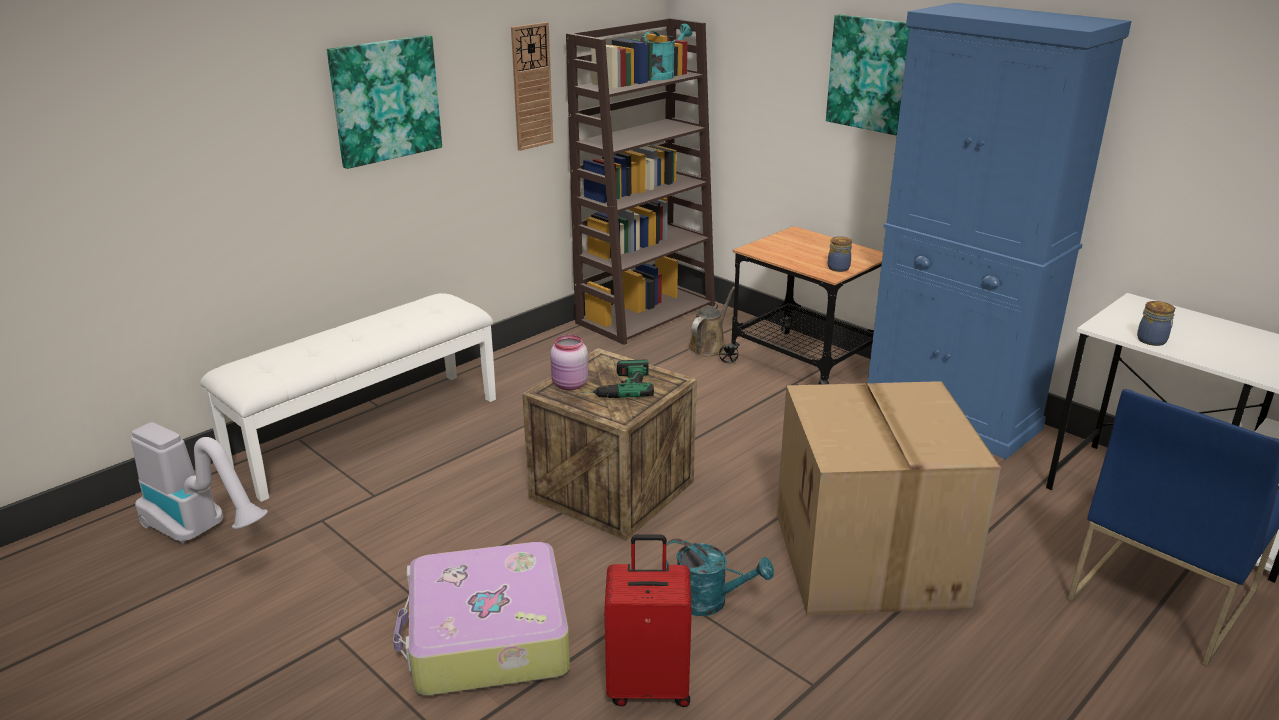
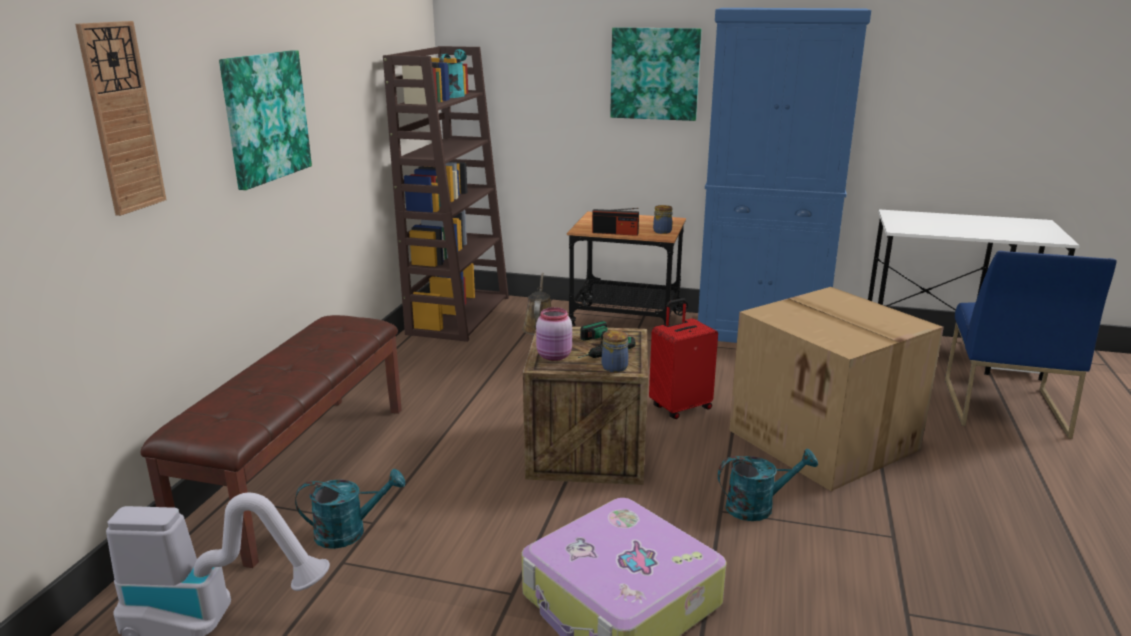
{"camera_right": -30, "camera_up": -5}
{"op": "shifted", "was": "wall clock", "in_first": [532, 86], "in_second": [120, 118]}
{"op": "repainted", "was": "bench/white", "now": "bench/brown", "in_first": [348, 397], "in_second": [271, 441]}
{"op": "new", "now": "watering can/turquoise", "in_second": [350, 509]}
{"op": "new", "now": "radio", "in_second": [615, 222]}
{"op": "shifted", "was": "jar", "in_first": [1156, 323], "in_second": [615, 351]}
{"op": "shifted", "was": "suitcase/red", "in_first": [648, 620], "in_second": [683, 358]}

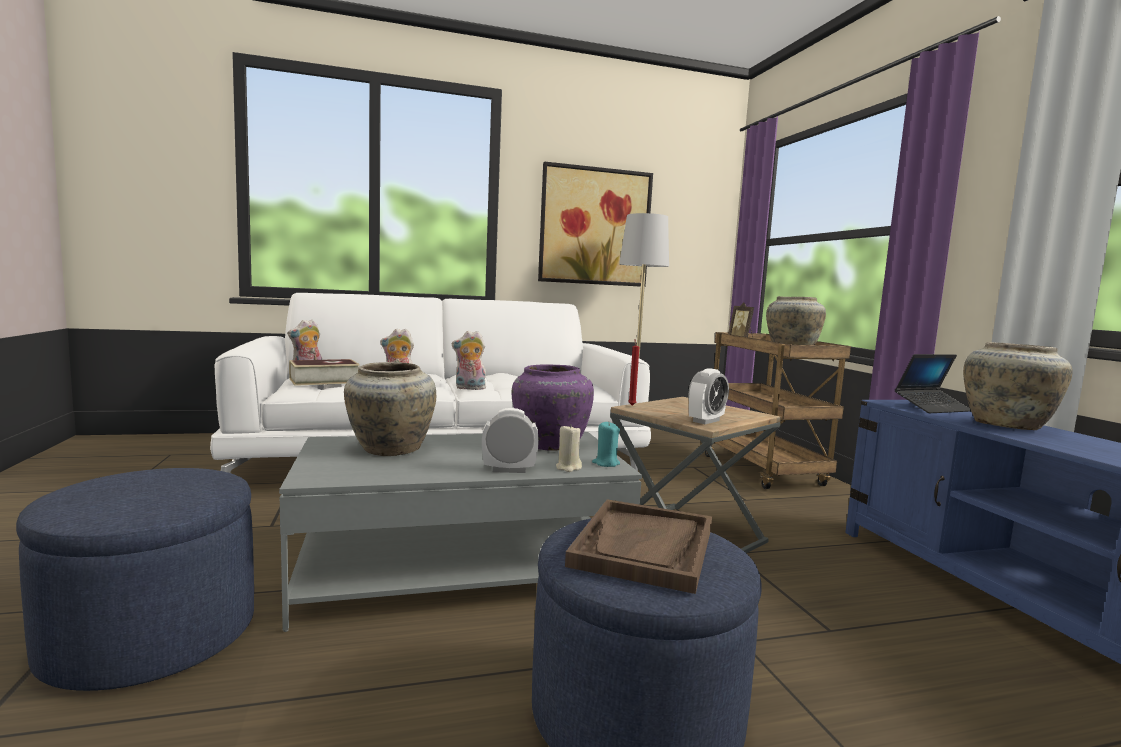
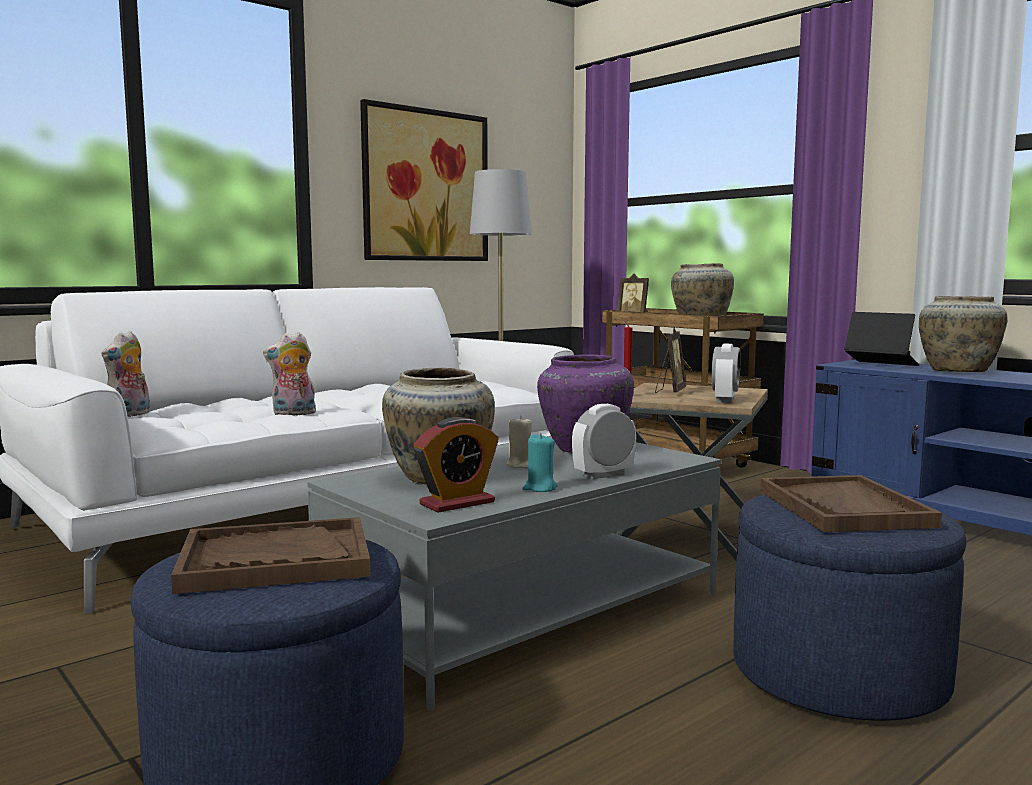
{"camera_right": -25, "camera_up": 0}
{"op": "new", "now": "tray/brown", "in_second": [271, 555]}
{"op": "new", "now": "alarm clock", "in_second": [456, 465]}
{"op": "shifted", "was": "candle/beige", "in_first": [569, 448], "in_second": [519, 442]}
{"op": "shifted", "was": "candle/turquoise", "in_first": [606, 444], "in_second": [540, 462]}
{"op": "new", "now": "picture frame", "in_second": [670, 360]}
{"op": "rotated", "was": "laptop", "in_first": [933, 383], "in_second": [881, 339], "clockwise": -90}
{"op": "gone", "was": "book", "in_first": [324, 372]}
{"op": "gone", "was": "plush toy", "in_first": [469, 360]}

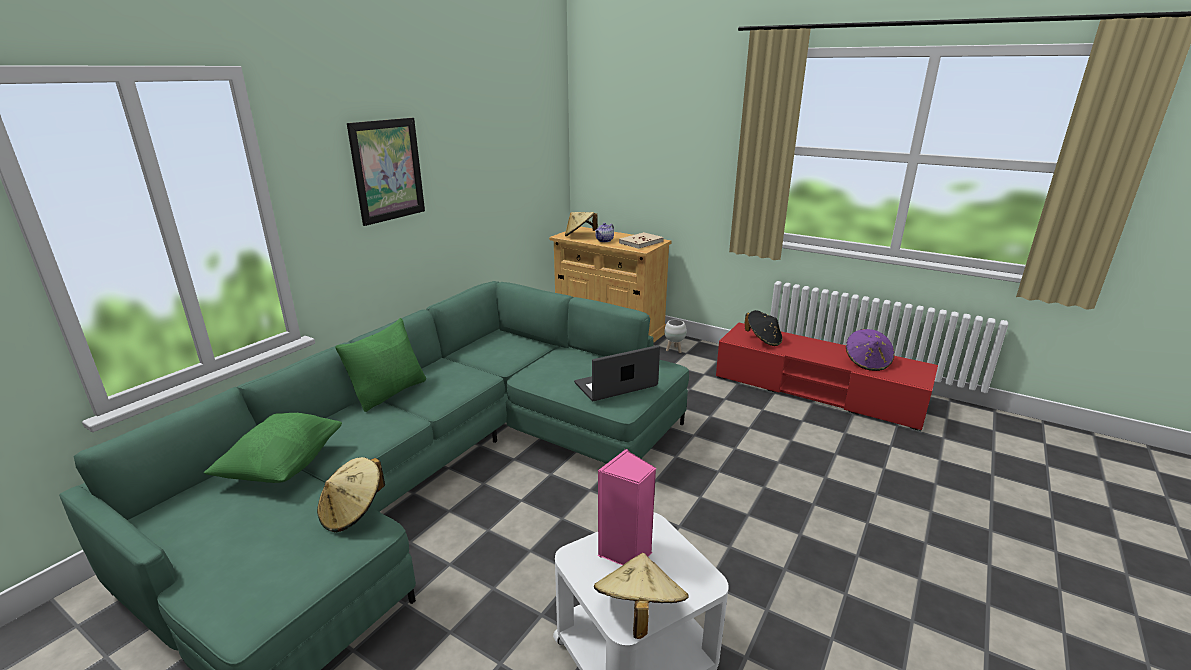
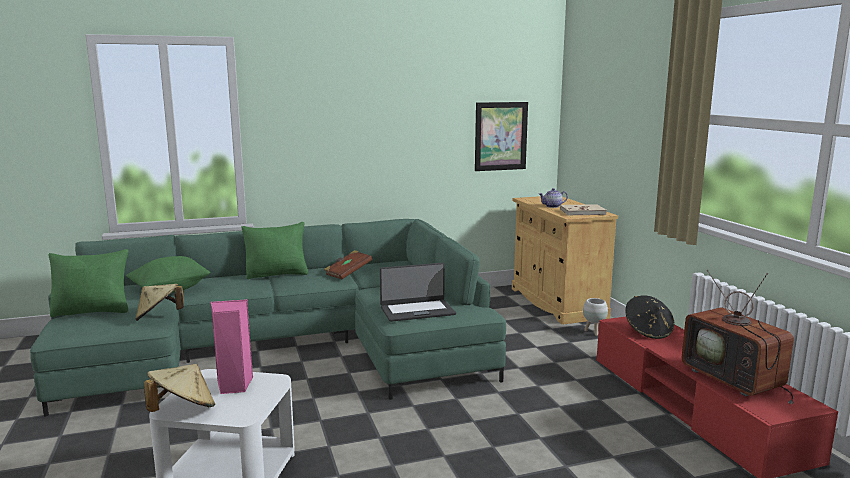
{"camera_right": 40, "camera_up": -10}
{"op": "new", "now": "pillow/green", "in_second": [89, 283]}
{"op": "new", "now": "book/brown", "in_second": [348, 265]}
{"op": "rotated", "was": "laptop", "in_first": [617, 373], "in_second": [418, 292], "clockwise": 150}
{"op": "shifted", "was": "picture", "in_first": [386, 172], "in_second": [501, 136]}
{"op": "swapped", "was": "hat/purple", "now": "television", "in_first": [870, 350], "in_second": [738, 337]}
{"op": "gone", "was": "hat/beige", "in_first": [581, 224]}

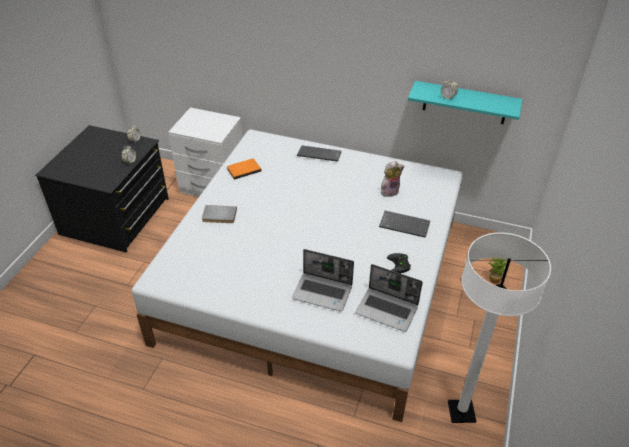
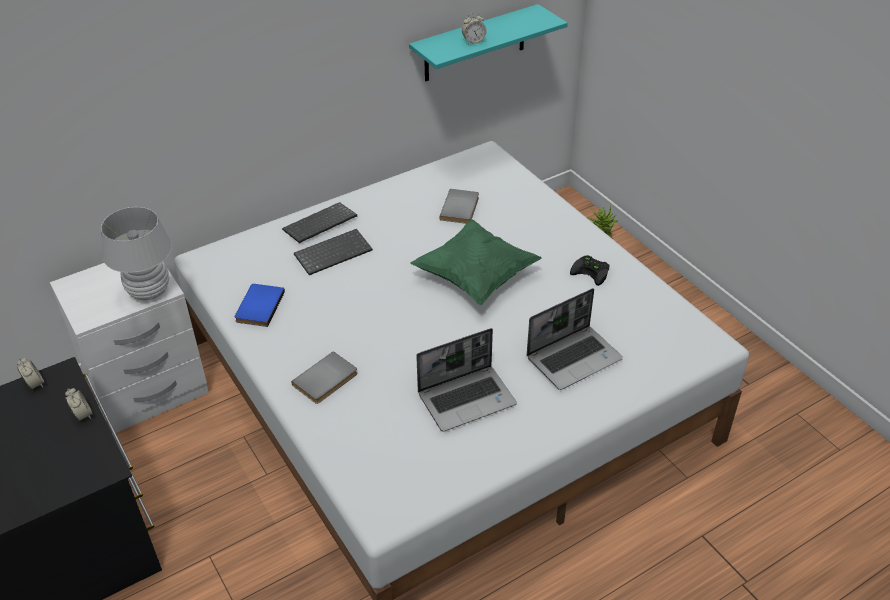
{"camera_right": -50, "camera_up": 0}
{"op": "new", "now": "table lamp/white", "in_second": [136, 253]}
{"op": "repainted", "was": "book/orange", "now": "book/blue", "in_first": [244, 169], "in_second": [260, 305]}
{"op": "shifted", "was": "keyboard", "in_first": [404, 224], "in_second": [333, 252]}
{"op": "new", "now": "pillow/green", "in_second": [476, 262]}
{"op": "shifted", "was": "laptop", "in_first": [389, 298], "in_second": [466, 380]}
{"op": "swapped", "was": "plush toy", "now": "book/grey", "in_first": [392, 179], "in_second": [459, 206]}
{"op": "gone", "was": "floor lamp/white", "in_first": [499, 327]}

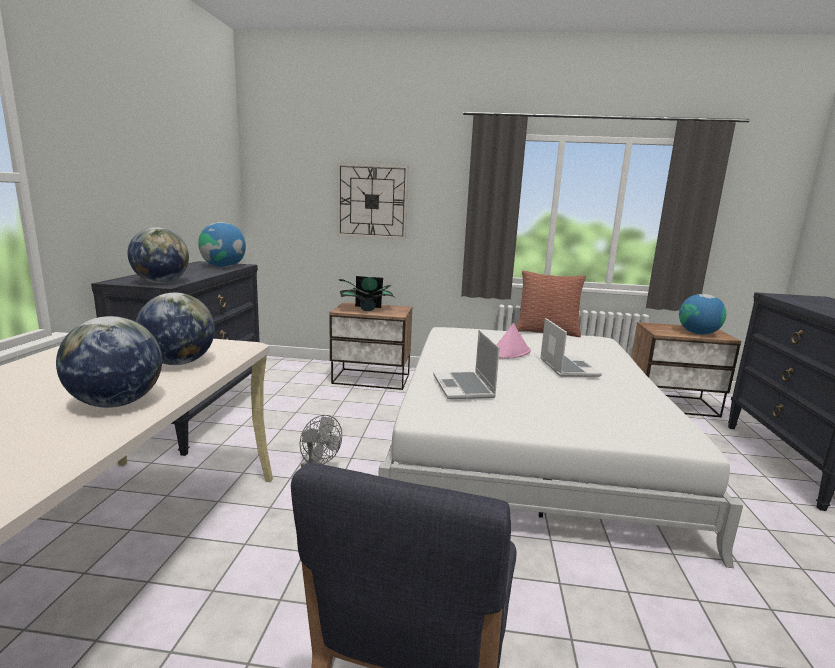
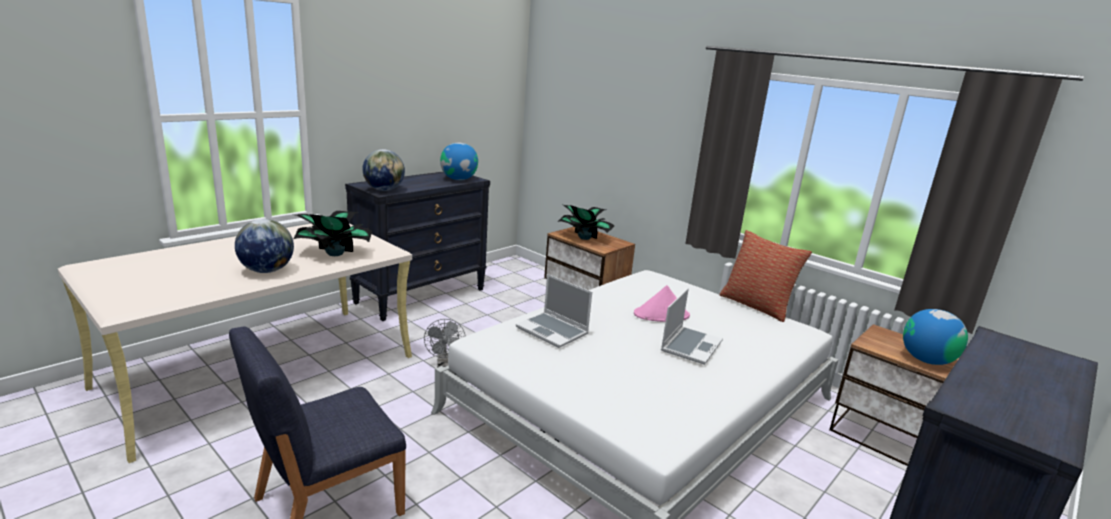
{"camera_right": 35, "camera_up": 5}
{"op": "swapped", "was": "globe", "now": "potted plant", "in_first": [175, 329], "in_second": [332, 233]}
{"op": "rotated", "was": "laptop", "in_first": [466, 364], "in_second": [554, 311], "clockwise": -75}
{"op": "gone", "was": "wall clock", "in_first": [372, 201]}

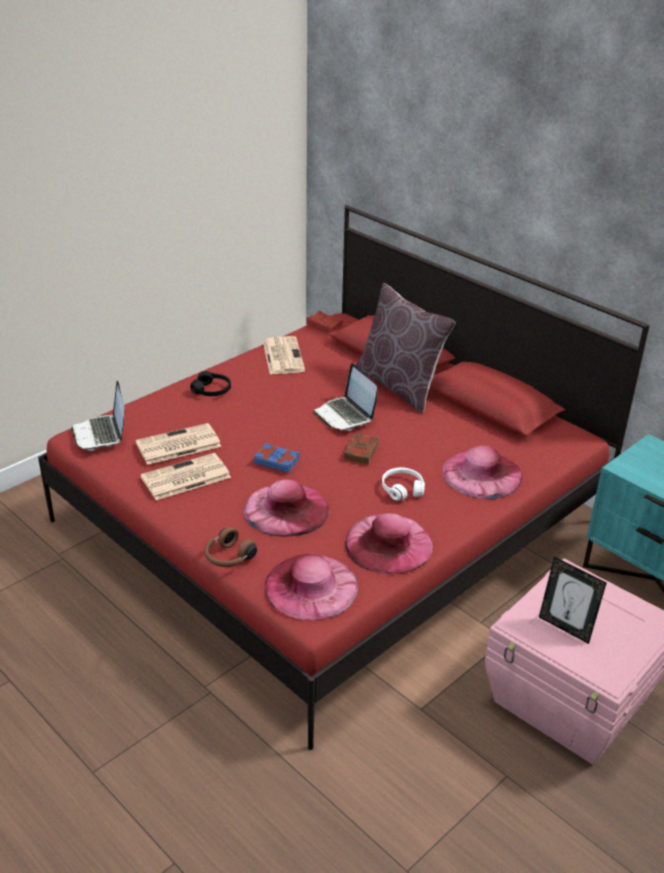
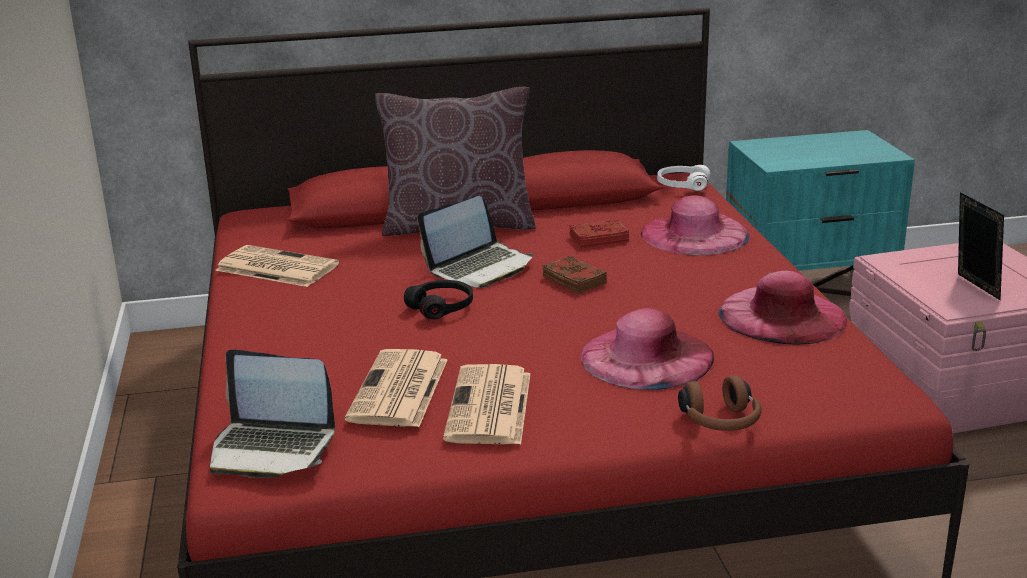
{"camera_right": -55, "camera_up": -10}
{"op": "shifted", "was": "headphones/black", "in_first": [210, 383], "in_second": [438, 299]}
{"op": "rotated", "was": "laptop", "in_first": [345, 397], "in_second": [475, 242], "clockwise": -45}
{"op": "shifted", "was": "book/red", "in_first": [324, 322], "in_second": [599, 233]}
{"op": "shifted", "was": "headphones/white", "in_first": [403, 484], "in_second": [683, 178]}
{"op": "rotated", "was": "picture frame", "in_first": [573, 600], "in_second": [981, 246], "clockwise": -90}
{"op": "gone", "was": "book/blue", "in_first": [276, 457]}
{"op": "gone", "was": "hat/pink", "in_first": [311, 587]}

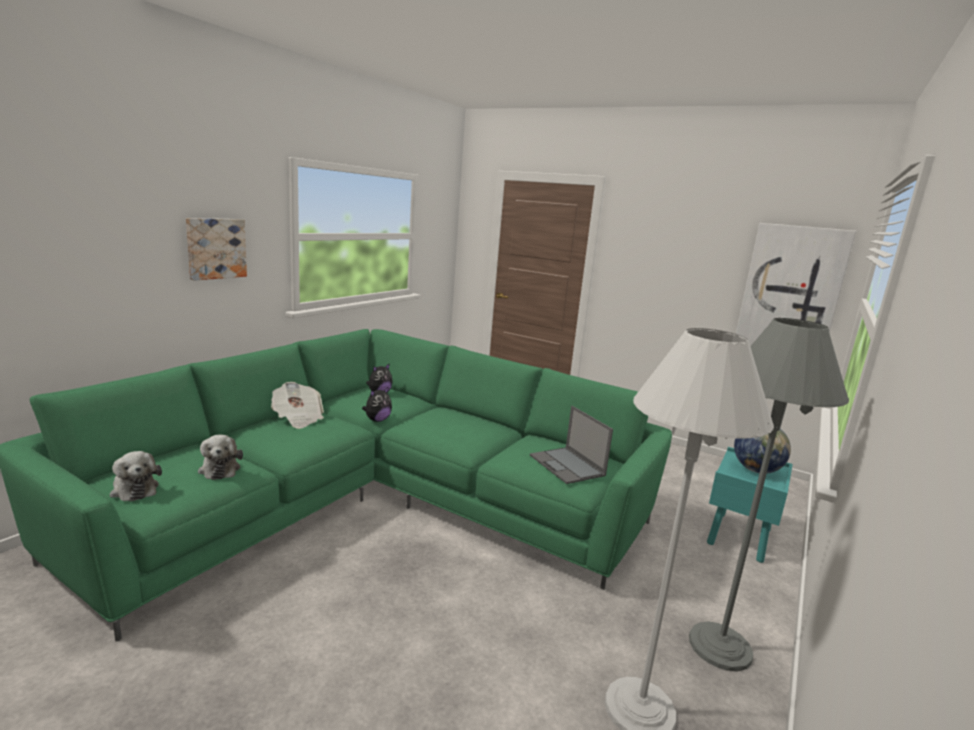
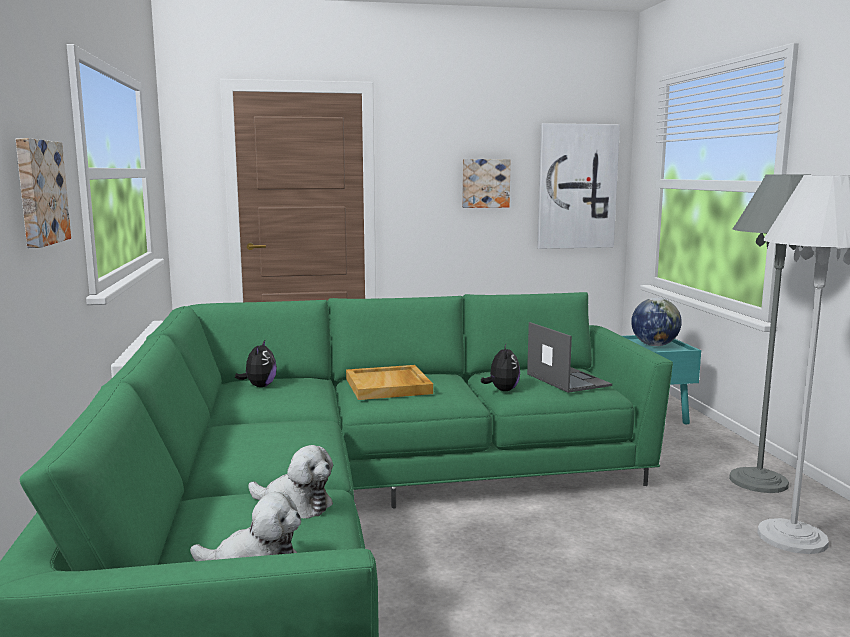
{"camera_right": -40, "camera_up": -5}
{"op": "new", "now": "tray/beige", "in_second": [389, 382]}
{"op": "new", "now": "picture", "in_second": [486, 183]}
{"op": "shifted", "was": "plush toy", "in_first": [377, 404], "in_second": [500, 367]}
{"op": "rotated", "was": "laptop", "in_first": [571, 445], "in_second": [569, 357], "clockwise": -135}
{"op": "gone", "was": "newspaper", "in_first": [297, 405]}

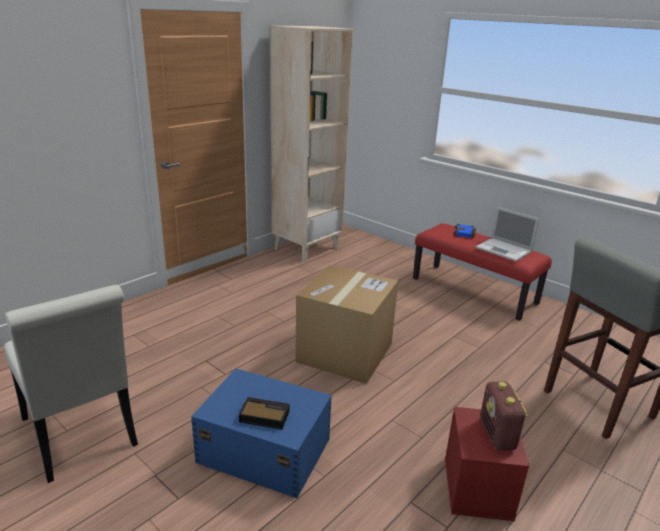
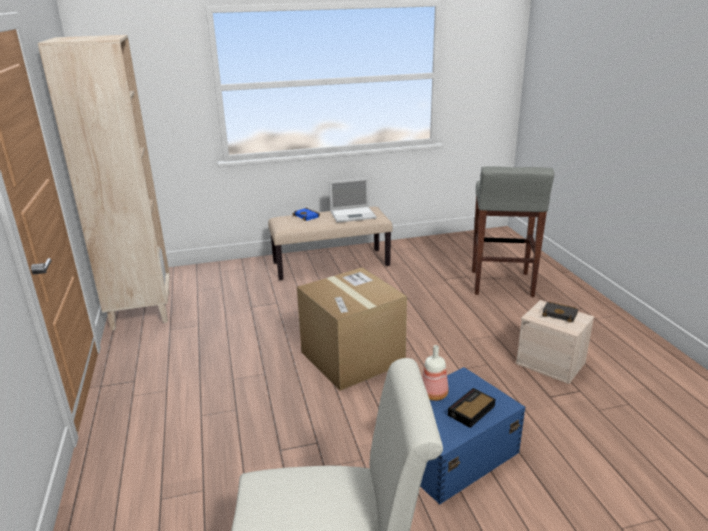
{"camera_right": -55, "camera_up": 0}
{"op": "repainted", "was": "bench/red", "now": "bench/beige", "in_first": [482, 272], "in_second": [330, 243]}
{"op": "new", "now": "bottle", "in_second": [435, 373]}
{"op": "repainted", "was": "storage box/red", "now": "storage box/beige", "in_first": [487, 464], "in_second": [555, 342]}
{"op": "swapped", "was": "radio", "now": "book/black", "in_first": [504, 415], "in_second": [560, 312]}

